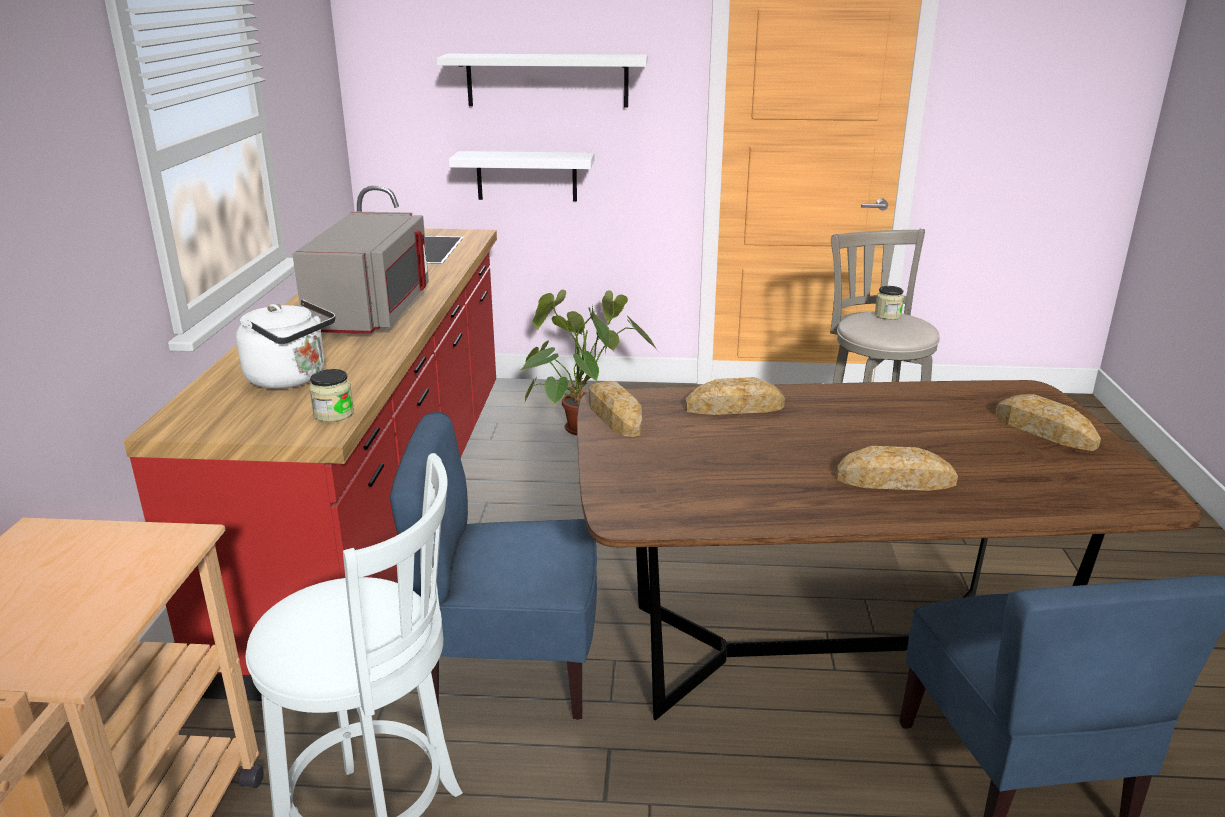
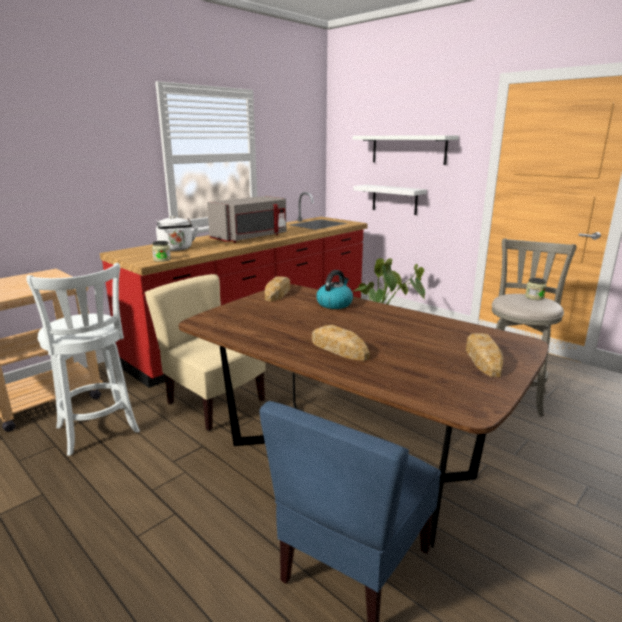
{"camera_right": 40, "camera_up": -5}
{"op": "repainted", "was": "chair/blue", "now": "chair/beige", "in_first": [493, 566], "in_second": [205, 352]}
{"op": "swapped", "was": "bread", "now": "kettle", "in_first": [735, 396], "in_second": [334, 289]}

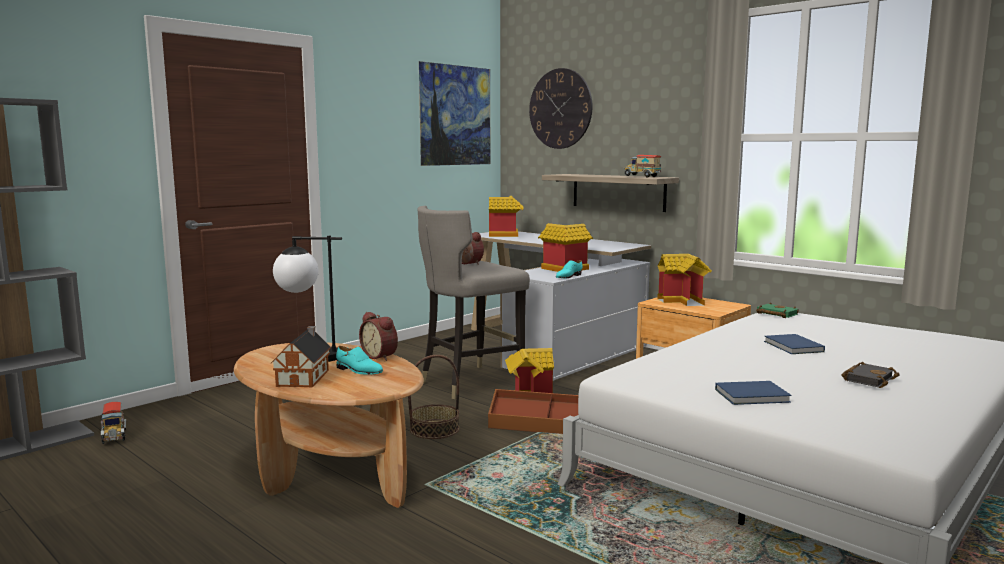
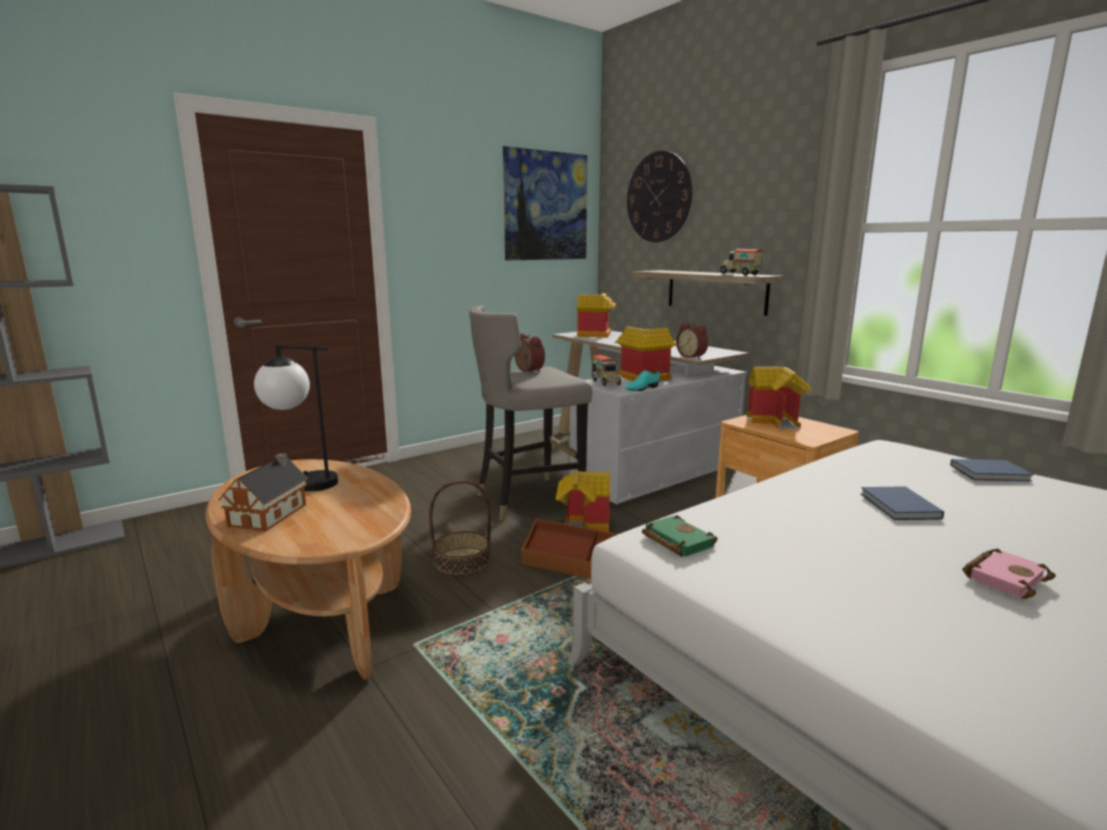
{"camera_right": 10, "camera_up": 5}
{"op": "shifted", "was": "toy truck", "in_first": [113, 423], "in_second": [606, 370]}
{"op": "shifted", "was": "book/green", "in_first": [777, 310], "in_second": [680, 536]}
{"op": "shifted", "was": "alarm clock", "in_first": [378, 336], "in_second": [692, 341]}
{"op": "shifted", "was": "book/blue", "in_first": [753, 393], "in_second": [992, 470]}
{"op": "repainted", "was": "book/black", "now": "book/pink", "in_first": [871, 375], "in_second": [1009, 574]}
{"op": "gone", "was": "shoe/turquoise", "in_first": [359, 360]}

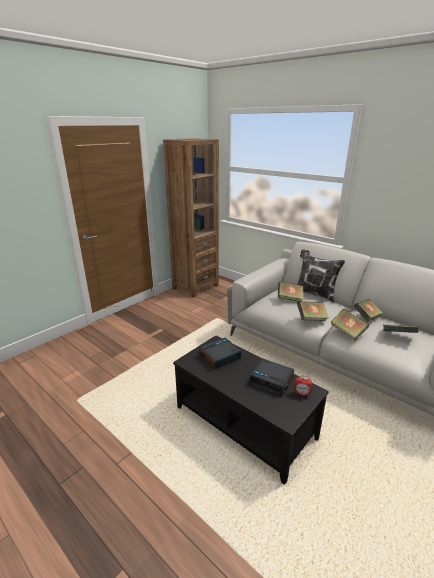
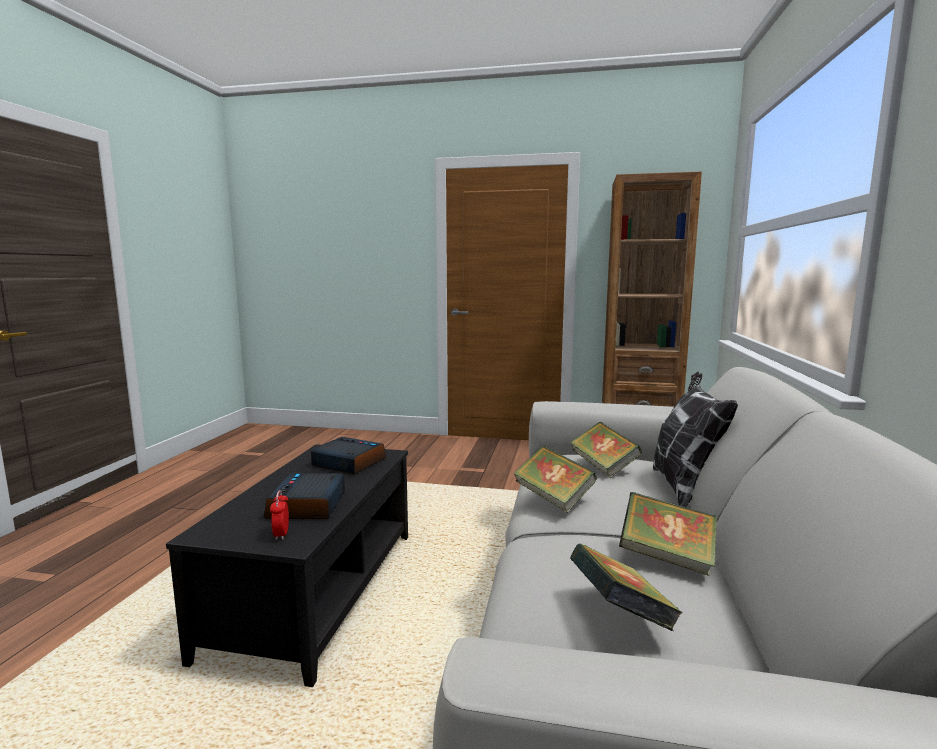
{"camera_right": 60, "camera_up": -15}
{"op": "gone", "was": "book", "in_first": [350, 325]}

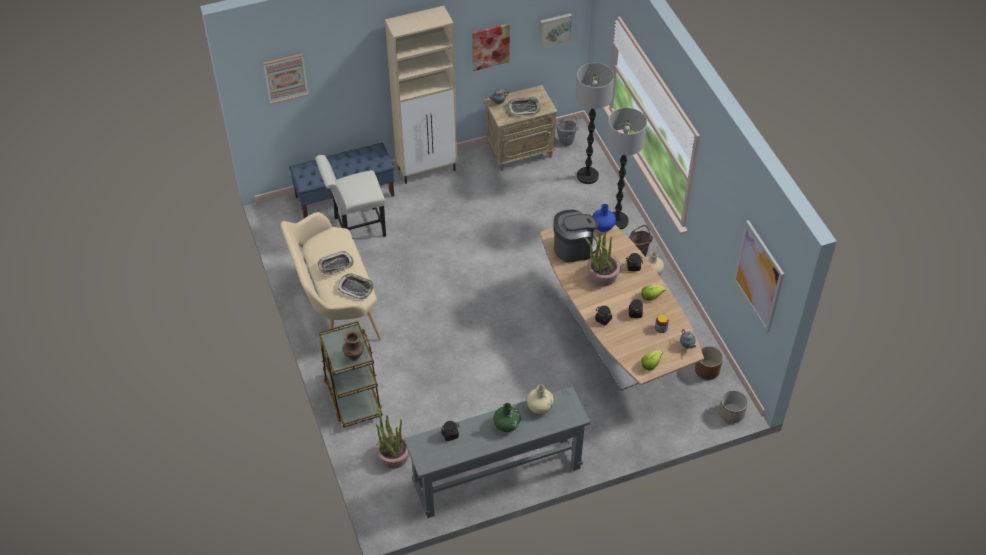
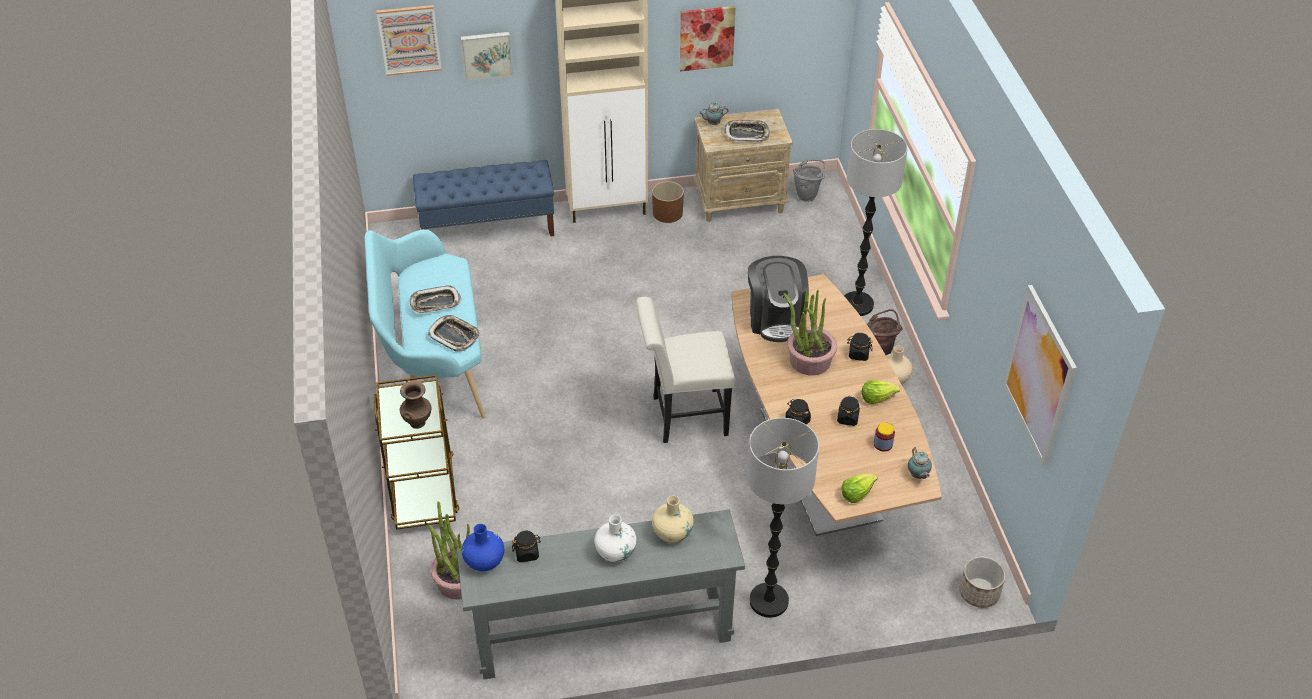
{"camera_right": 10, "camera_up": -5}
{"op": "repainted", "was": "bench/beige", "now": "bench/turquoise", "in_first": [331, 276], "in_second": [424, 324]}
{"op": "shifted", "was": "picture", "in_first": [555, 31], "in_second": [487, 56]}
{"op": "shifted", "was": "vase/blue", "in_first": [604, 218], "in_second": [483, 547]}
{"op": "repainted", "was": "vase/green", "now": "vase/white", "in_first": [507, 417], "in_second": [616, 538]}
{"op": "shifted", "was": "chair/white", "in_first": [350, 196], "in_second": [685, 370]}
{"op": "shifted", "was": "planter/brown", "in_first": [709, 363], "in_second": [668, 202]}
{"op": "shifted", "was": "floor lamp", "in_first": [595, 123], "in_second": [783, 518]}
{"op": "rotated", "was": "coffee machine", "in_first": [575, 236], "in_second": [778, 299], "clockwise": 90}

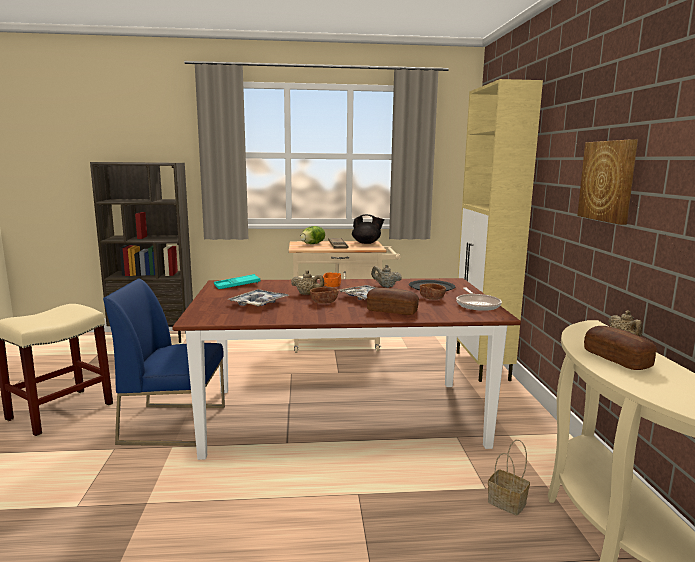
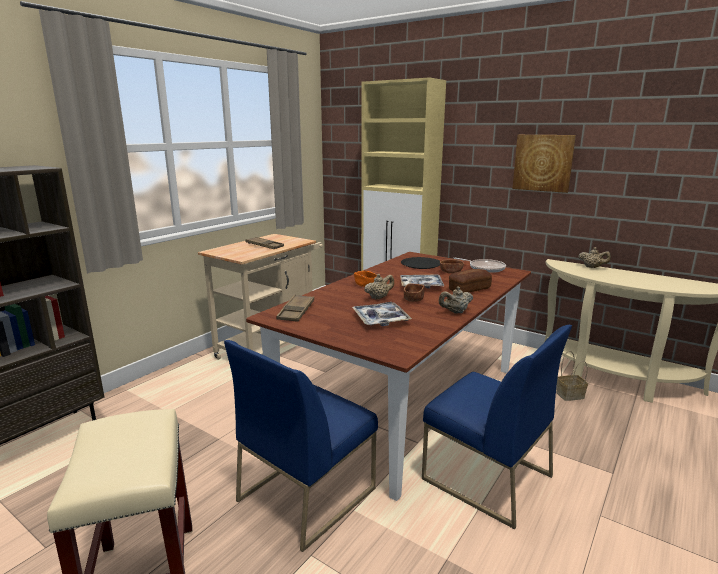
{"camera_right": -50, "camera_up": 5}
{"op": "repainted", "was": "tray/turquoise", "now": "tray/brown", "in_first": [237, 281], "in_second": [295, 308]}
{"op": "new", "now": "chair/blue", "in_second": [497, 427]}
{"op": "shifted", "was": "teapot/beige", "in_first": [386, 276], "in_second": [456, 300]}
{"op": "gone", "was": "lettuce", "in_first": [312, 235]}
{"op": "gone", "was": "teapot/black", "in_first": [368, 229]}
{"op": "gone", "was": "bread", "in_first": [620, 348]}

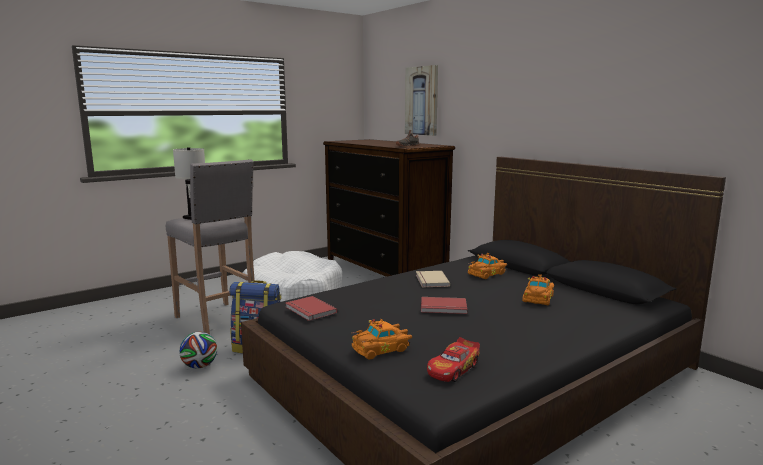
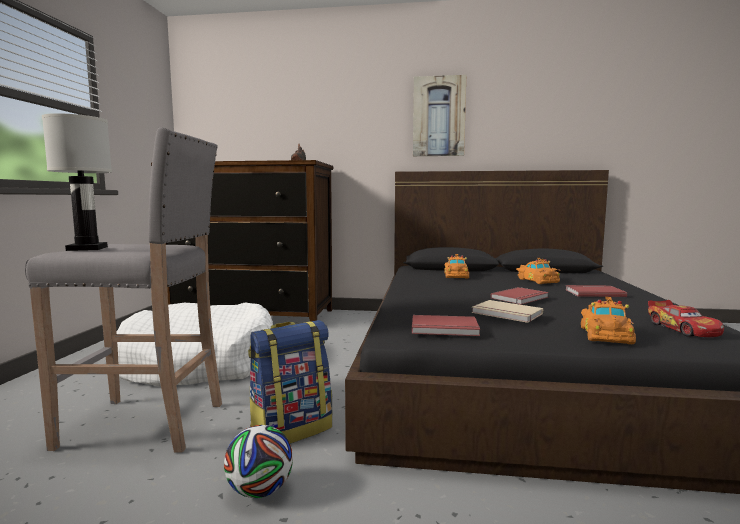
{"camera_right": -45, "camera_up": -5}
{"op": "shifted", "was": "picture", "in_first": [421, 100], "in_second": [439, 115]}
{"op": "shifted", "was": "book/beige", "in_first": [433, 279], "in_second": [507, 311]}
{"op": "new", "now": "book/red", "in_second": [596, 291]}

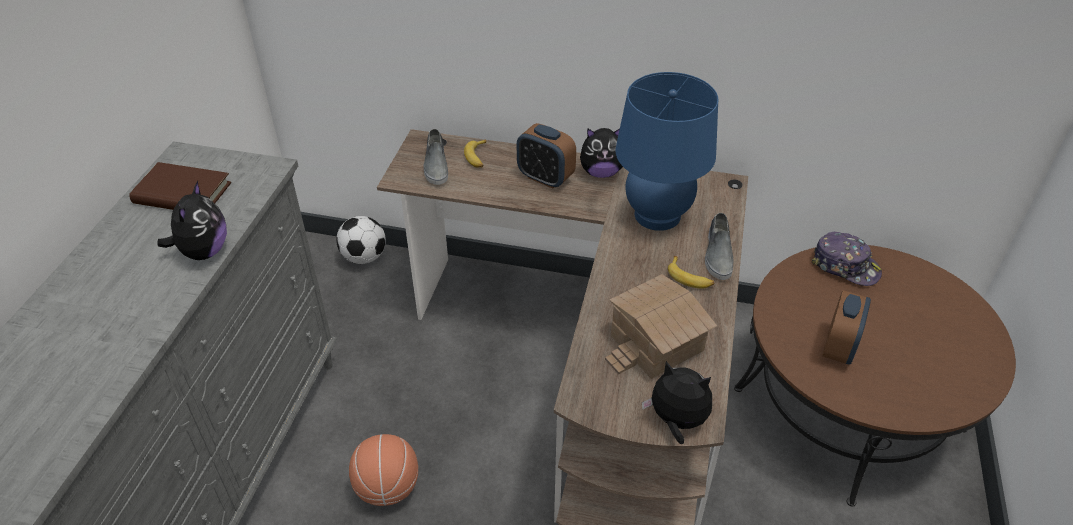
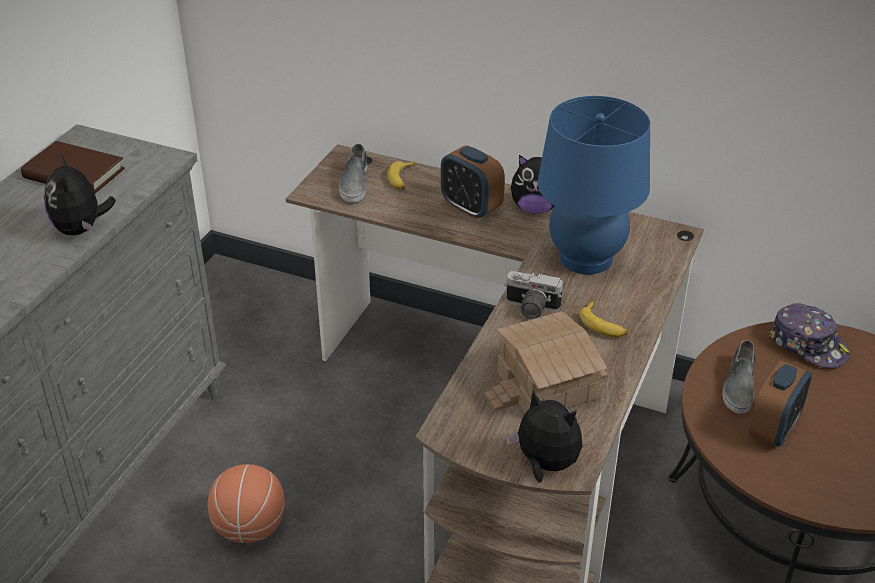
{"camera_right": 10, "camera_up": -5}
{"op": "rotated", "was": "plush toy", "in_first": [192, 220], "in_second": [80, 194], "clockwise": 150}
{"op": "new", "now": "photo camera", "in_second": [533, 295]}
{"op": "shifted", "was": "shoe/grey", "in_first": [719, 246], "in_second": [739, 377]}
{"op": "gone", "was": "football", "in_first": [361, 240]}

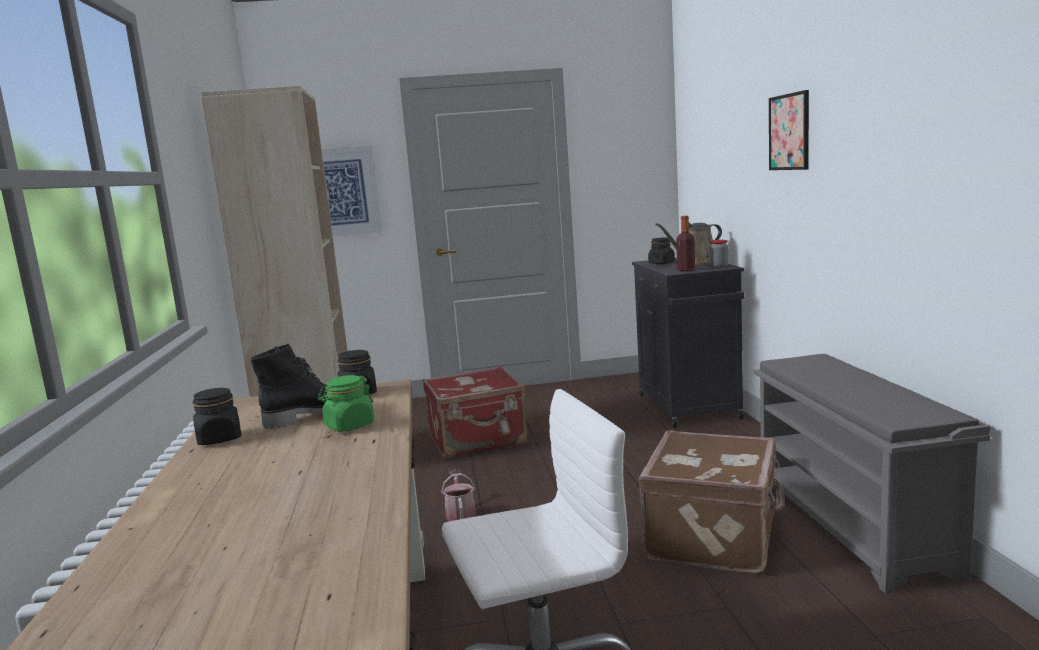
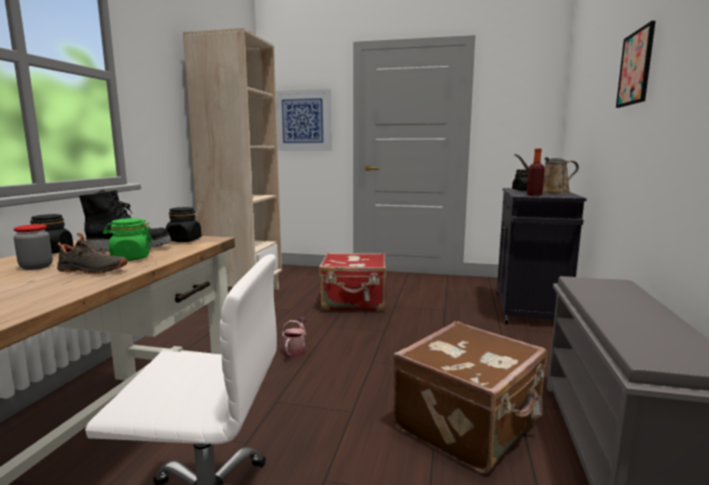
{"camera_right": 20, "camera_up": 0}
{"op": "shifted", "was": "jar", "in_first": [719, 254], "in_second": [33, 247]}
{"op": "new", "now": "shoe/black", "in_second": [92, 253]}

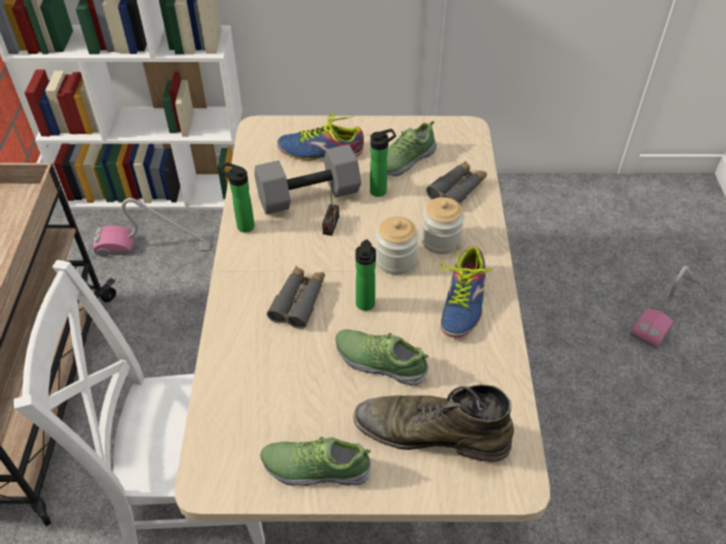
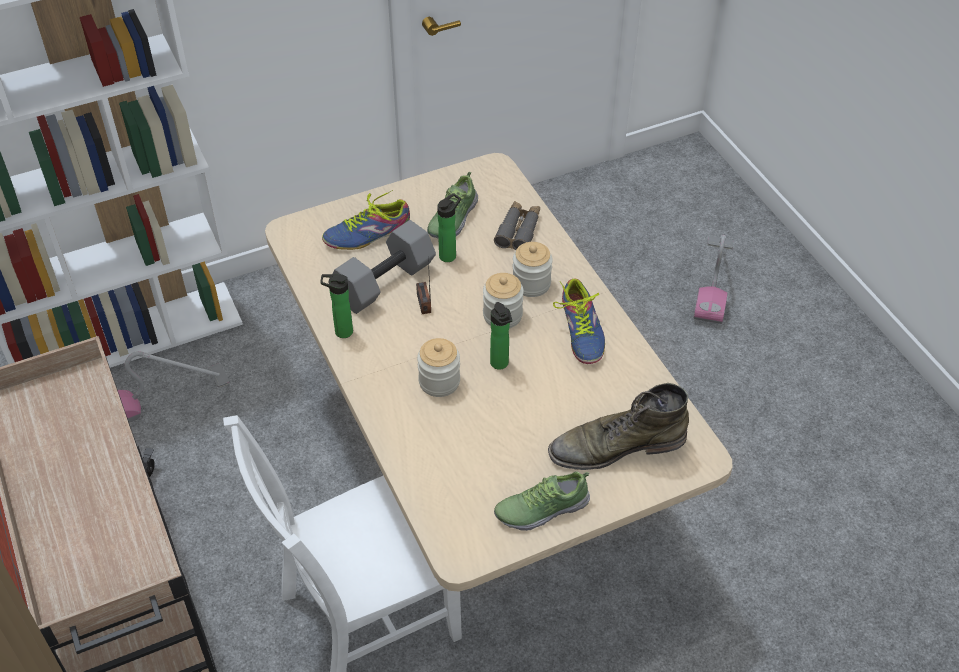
{"camera_right": -25, "camera_up": 0}
{"op": "swapped", "was": "binoculars/grey", "now": "jar", "in_first": [296, 297], "in_second": [438, 367]}
{"op": "gone", "was": "shoe", "in_first": [382, 357]}

